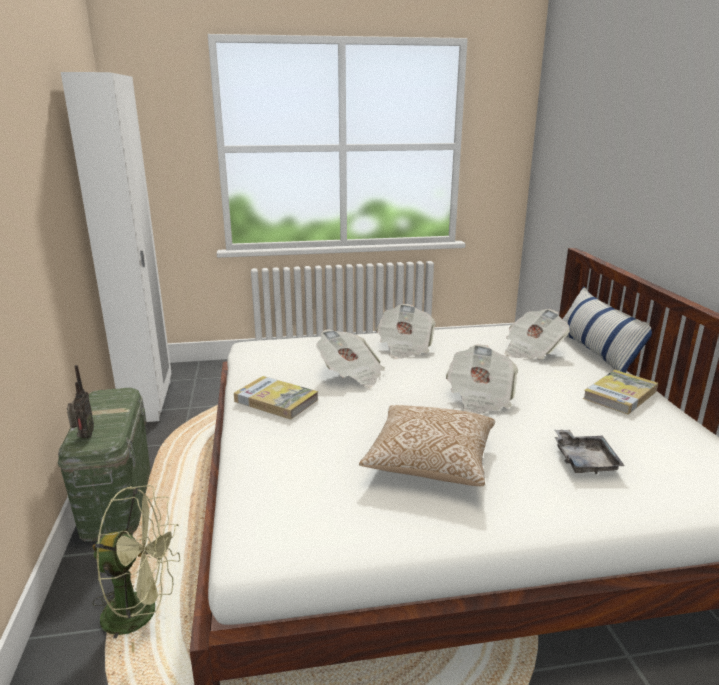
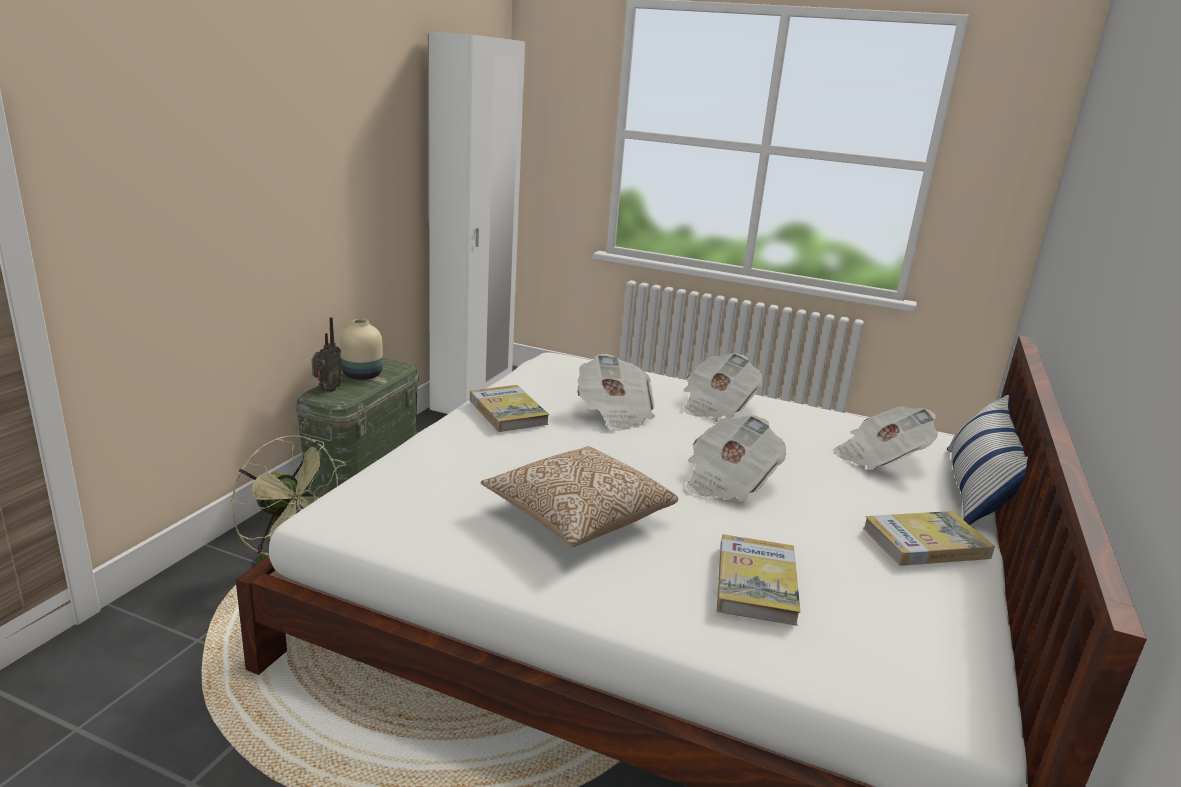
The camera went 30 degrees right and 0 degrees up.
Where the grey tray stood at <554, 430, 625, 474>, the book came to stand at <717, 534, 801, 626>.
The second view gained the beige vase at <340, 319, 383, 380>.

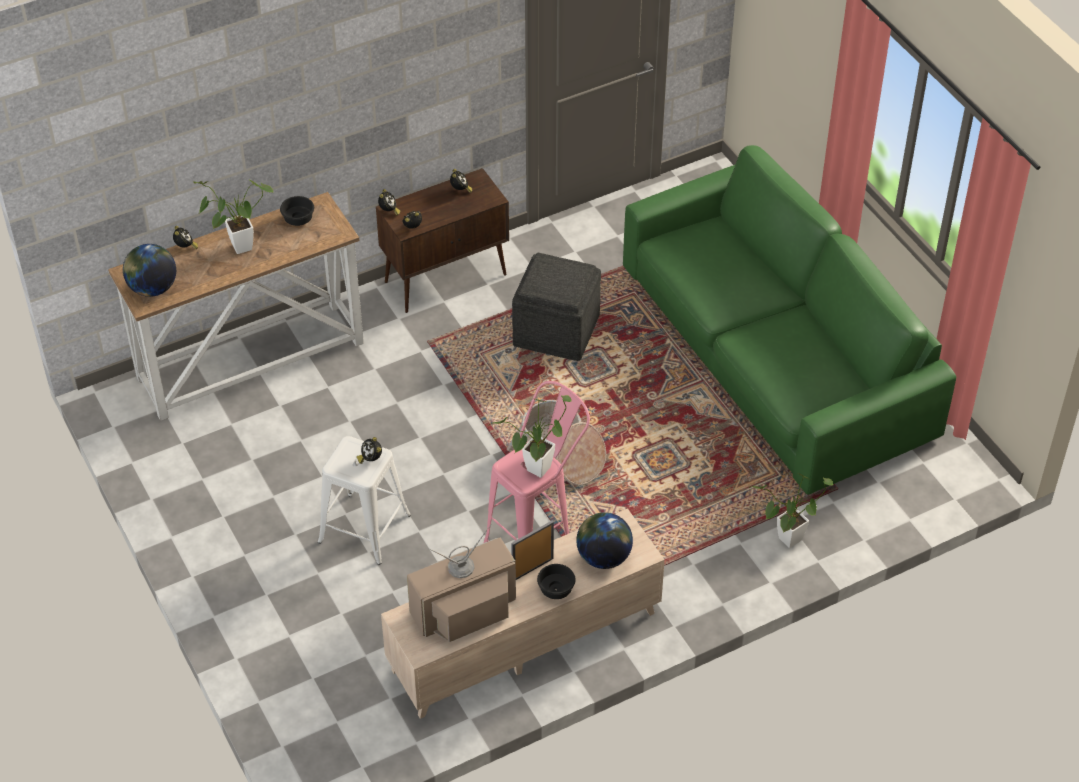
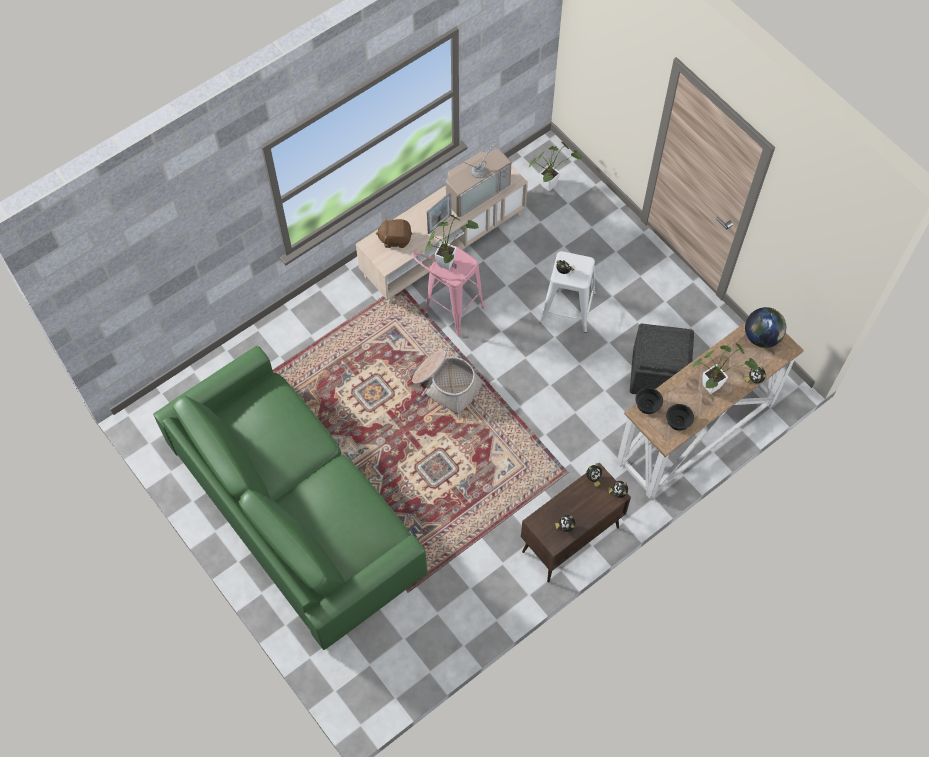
The camera went 170 degrees right and 15 degrees up.
The grey ottoman ended up elsewhere, having gone from <512, 253, 601, 361> to <630, 324, 694, 394>.
The black bowl ended up elsewhere, having gone from <537, 564, 576, 599> to <635, 388, 663, 414>.
Where the globe stood at <576, 512, 633, 569>, the brown plush toy came to stand at <376, 217, 412, 248>.
The potted plant ended up elsewhere, having gone from <749, 473, 834, 548> to <529, 142, 583, 191>.

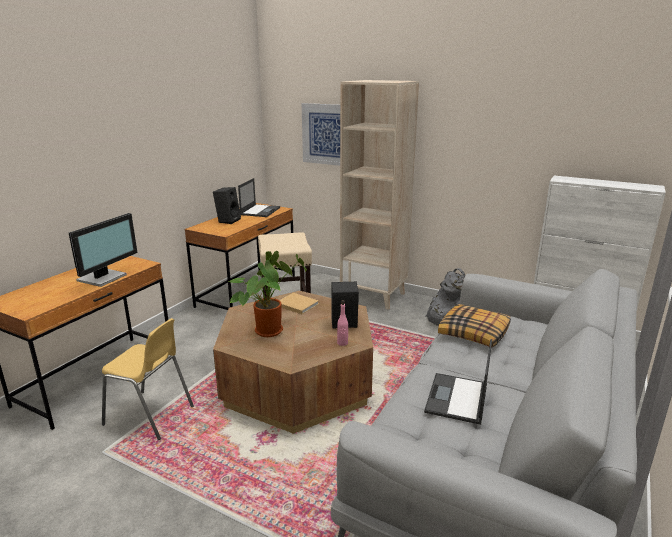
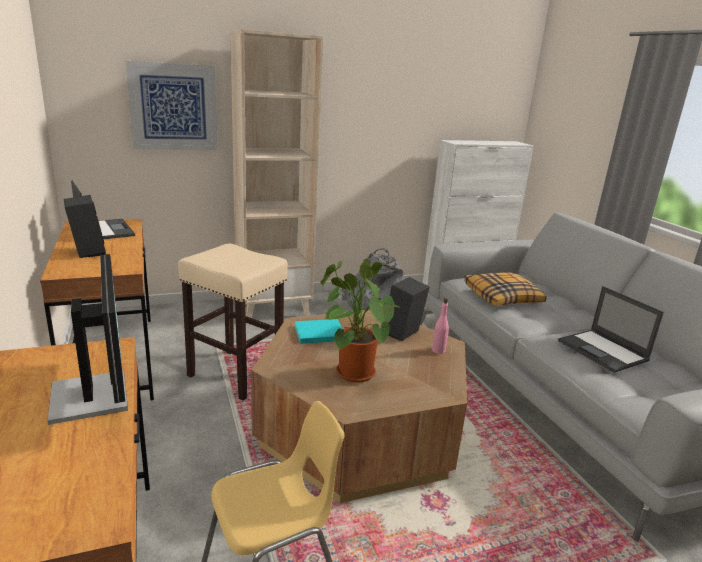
The camera went 50 degrees left and 0 degrees up.
What was the beige book at <280, 293, 319, 314> turned into the turquoise book at <295, 319, 342, 344>.

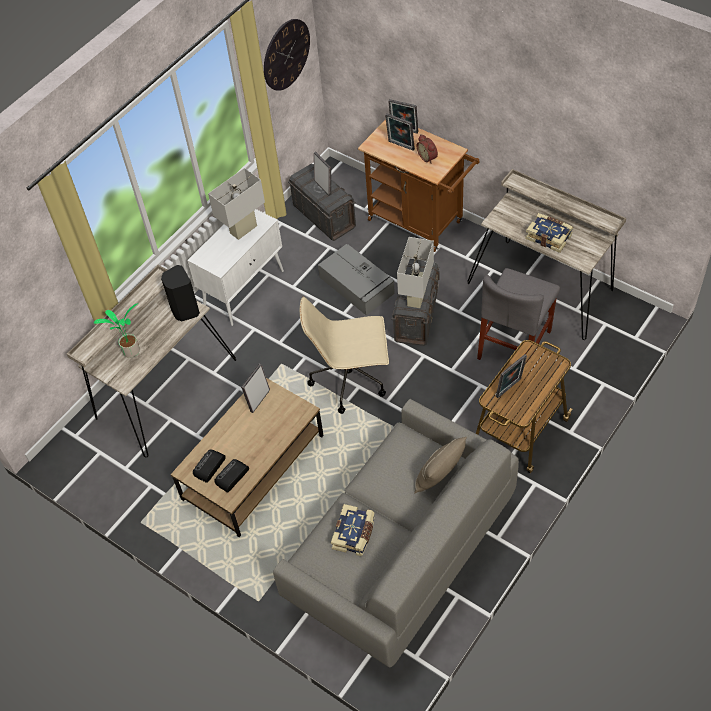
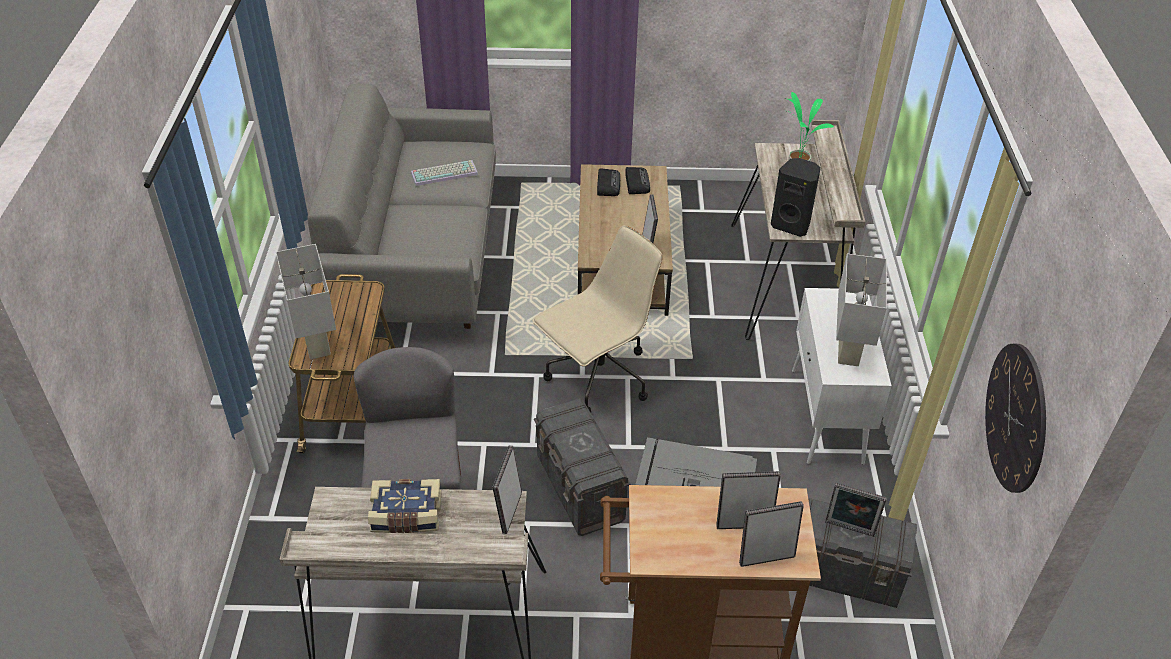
The camera went 140 degrees right and 10 degrees down.
Where the book stood at <331, 504, 375, 556>, the keyboard came to stand at <411, 160, 478, 186>.
The white table lamp ended up elsewhere, having gone from <397, 237, 434, 308> to <276, 244, 336, 359>.
The second view lost the beige pillow at <414, 437, 467, 494>.
The second view lost the alarm clock at <417, 134, 438, 164>.
The picture frame ended up elsewhere, having gone from <496, 354, 527, 398> to <492, 445, 522, 534>.

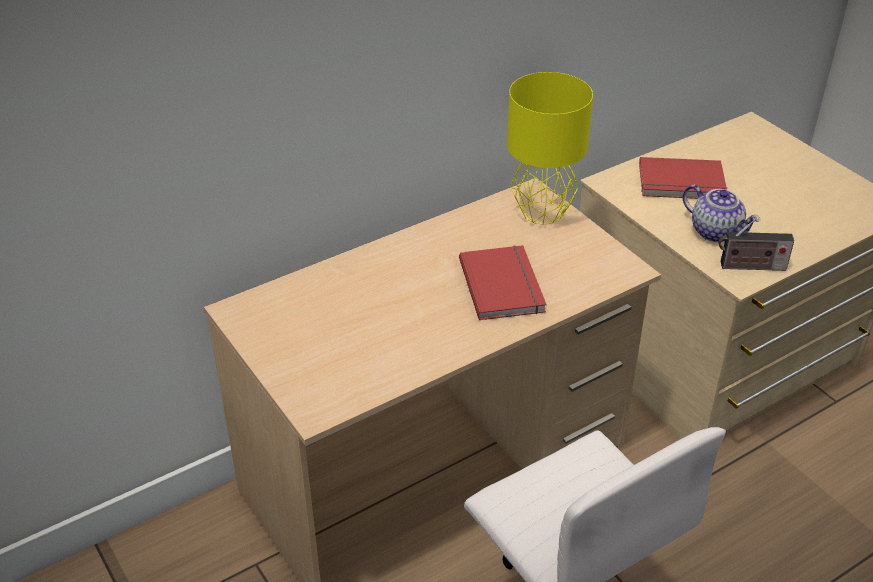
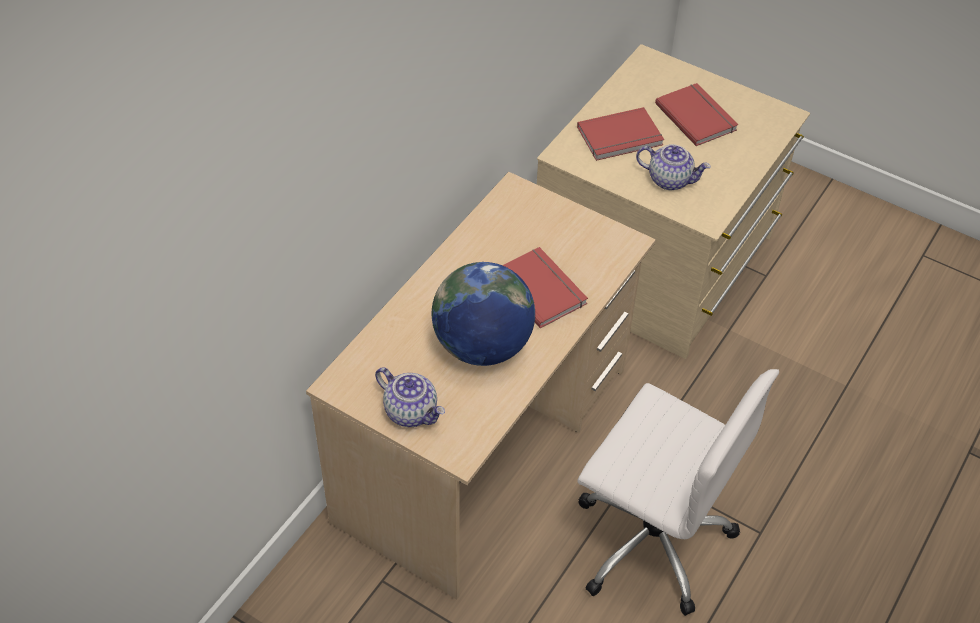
The camera went 25 degrees left and 10 degrees up.
The second view lost the yellow table lamp at <507, 72, 593, 225>.
The second view lost the radio at <719, 219, 794, 271>.
The second view gained the teapot at <375, 367, 445, 427>.
The second view gained the globe at <432, 262, 535, 366>.
The second view gained the red book at <655, 83, 738, 146>.

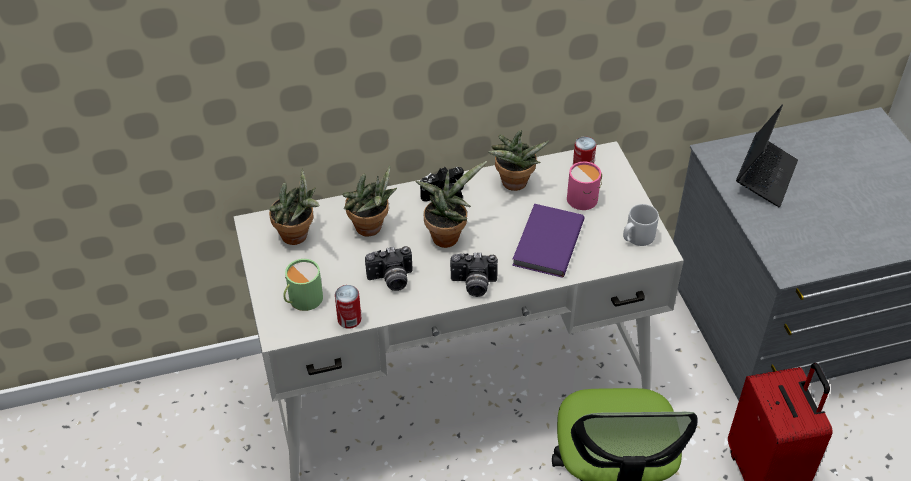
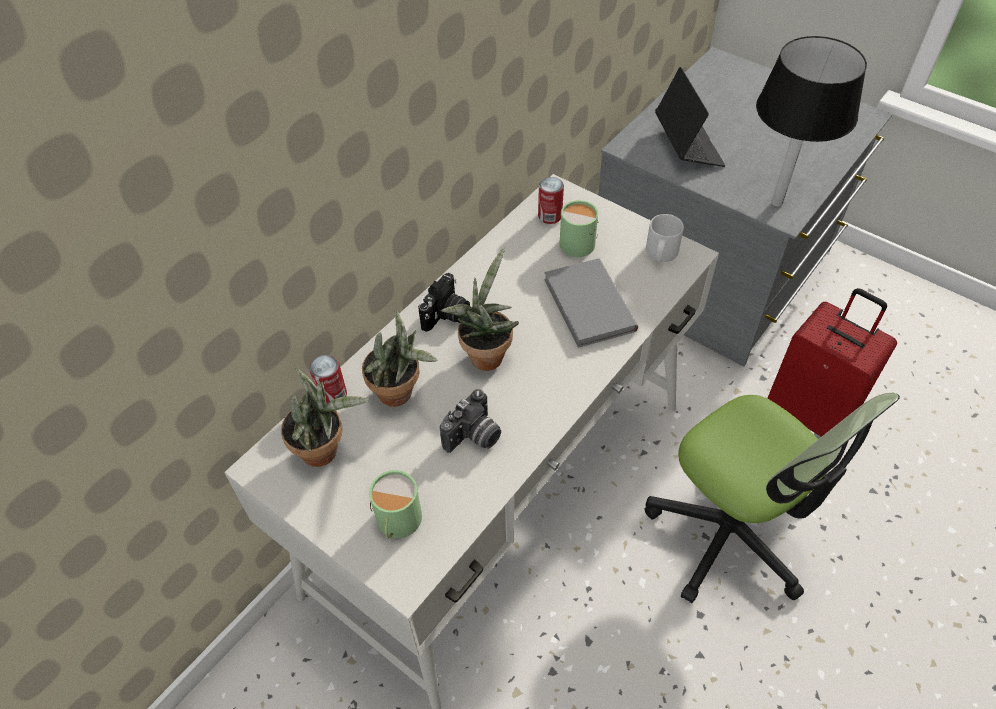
The camera went 35 degrees left and 5 degrees up.
The can ended up elsewhere, having gone from <335, 285, 361, 329> to <309, 355, 347, 404>.
The second view lost the photo camera at <450, 253, 498, 297>.
The second view lost the potted plant at <488, 130, 549, 191>.
What was the purple book at <512, 204, 584, 277> turned into the grey book at <544, 258, 638, 348>.
What was the pink mug at <567, 162, 602, 210> turned into the green mug at <560, 200, 598, 257>.
The second view gained the black table lamp at <756, 36, 867, 207>.

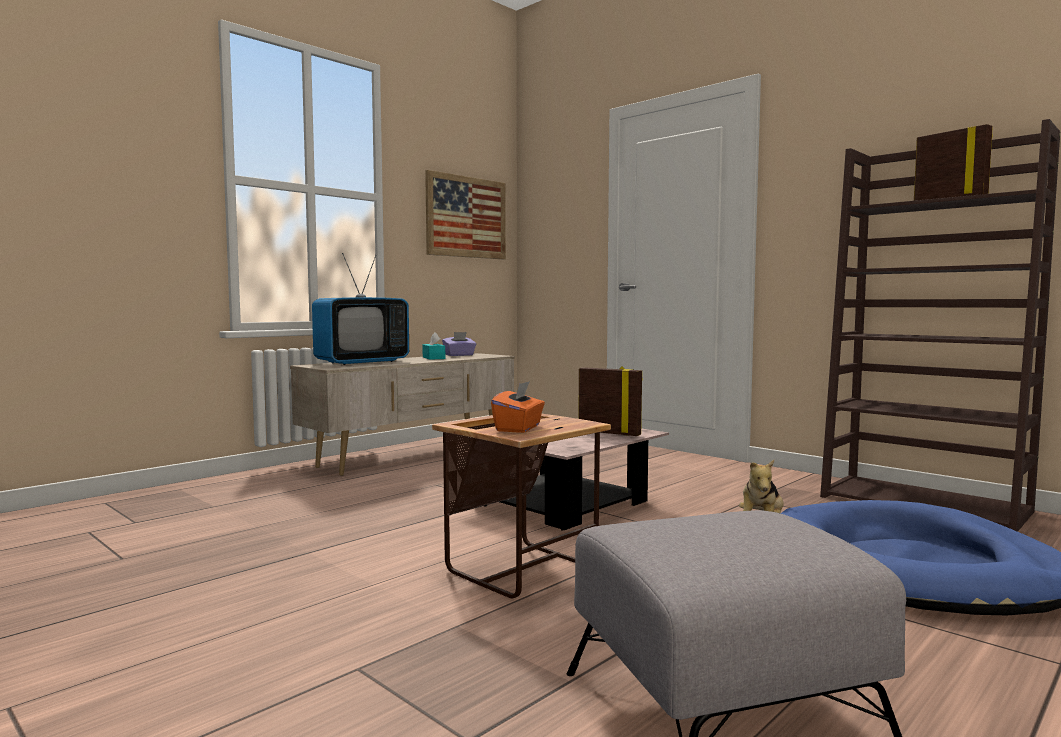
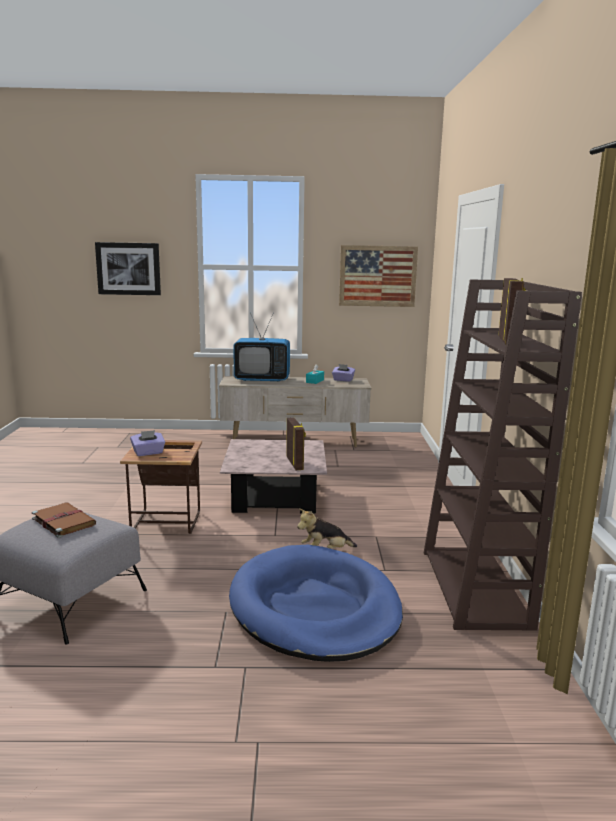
The camera went 45 degrees right and 10 degrees up.
What was the orange tissue box at <491, 381, 545, 433> turned into the purple tissue box at <130, 430, 165, 456>.
The second view gained the brown book at <32, 503, 96, 538>.
The second view gained the picture at <95, 242, 161, 295>.

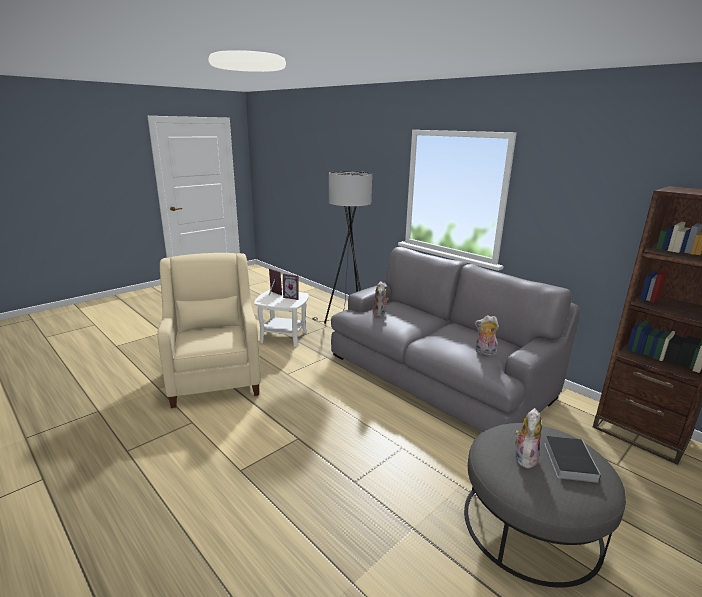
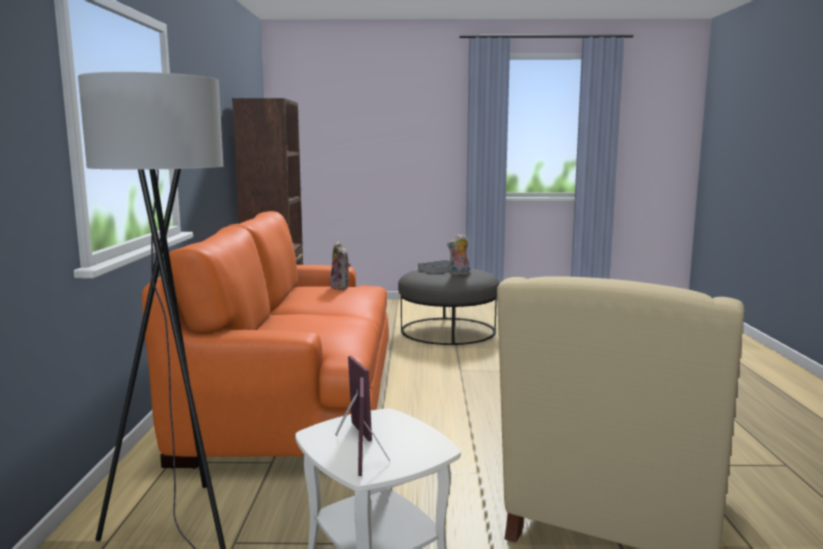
The camera went 135 degrees left and 10 degrees down.
What was the grey sofa at <331, 247, 580, 432> turned into the orange sofa at <142, 211, 389, 469>.
The second view lost the plush toy at <373, 281, 389, 317>.

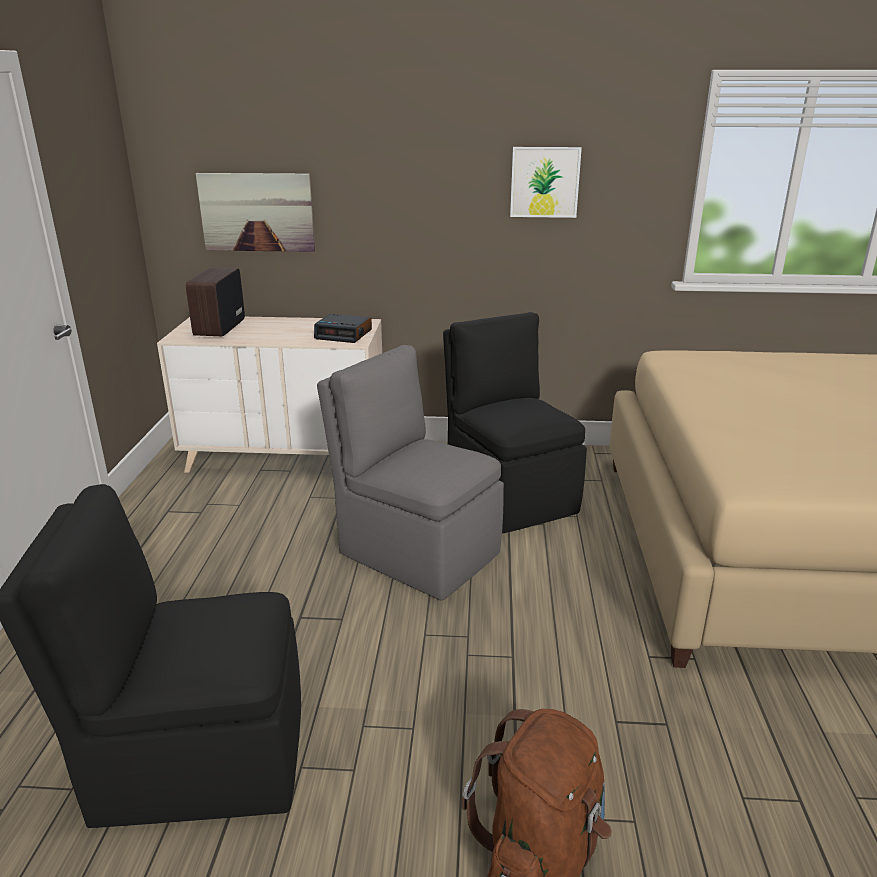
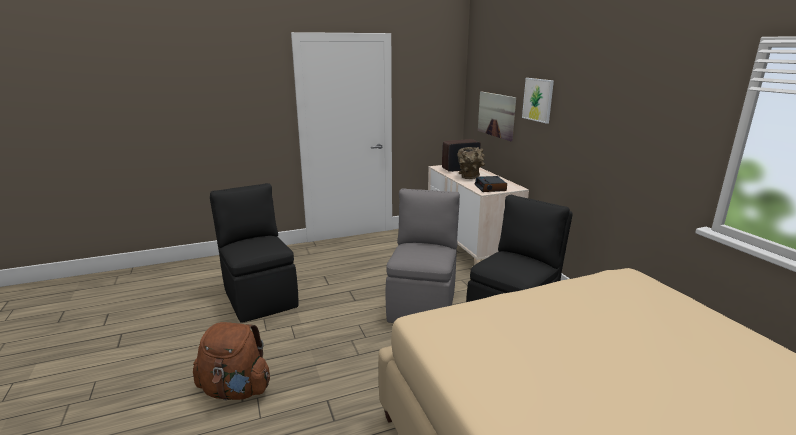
The camera went 65 degrees right and 5 degrees down.
The picture ended up elsewhere, having gone from <510, 147, 582, 218> to <522, 78, 554, 124>.
The second view gained the brown vase at <457, 147, 485, 179>.

